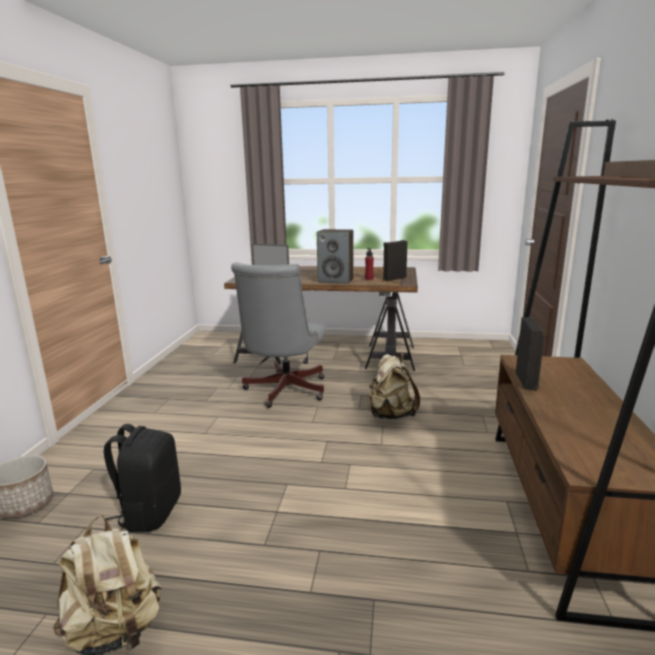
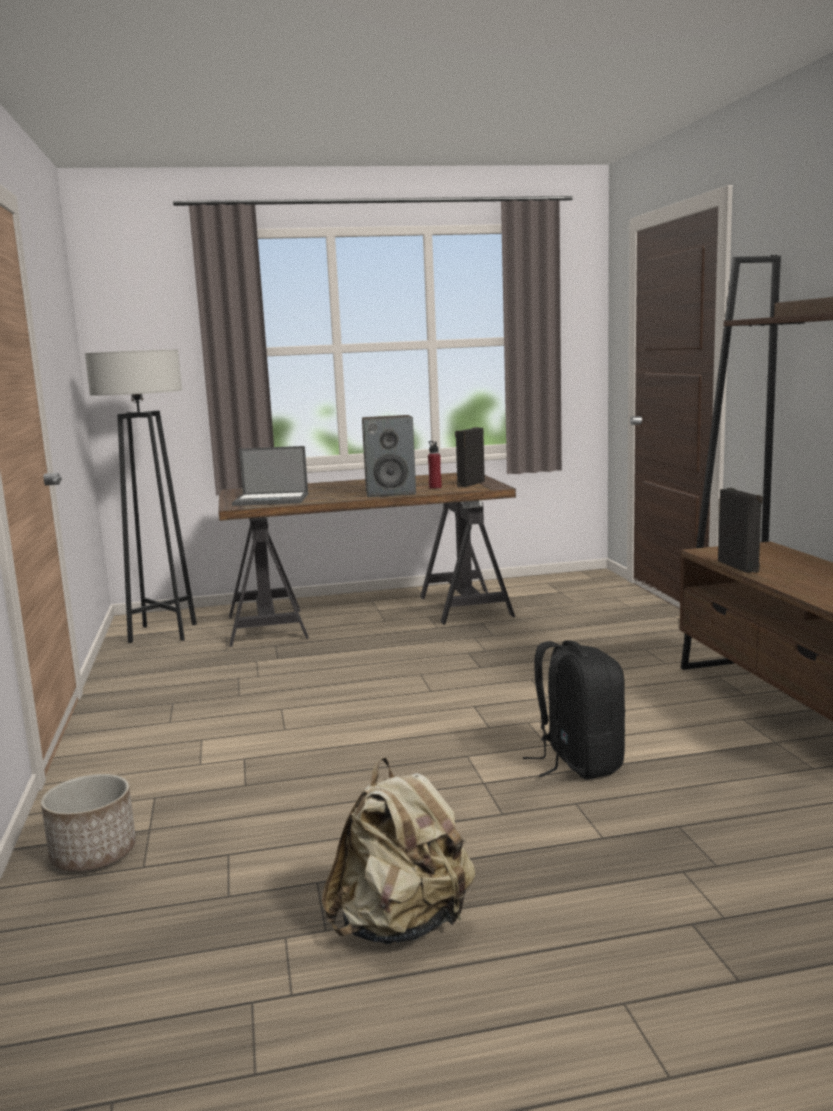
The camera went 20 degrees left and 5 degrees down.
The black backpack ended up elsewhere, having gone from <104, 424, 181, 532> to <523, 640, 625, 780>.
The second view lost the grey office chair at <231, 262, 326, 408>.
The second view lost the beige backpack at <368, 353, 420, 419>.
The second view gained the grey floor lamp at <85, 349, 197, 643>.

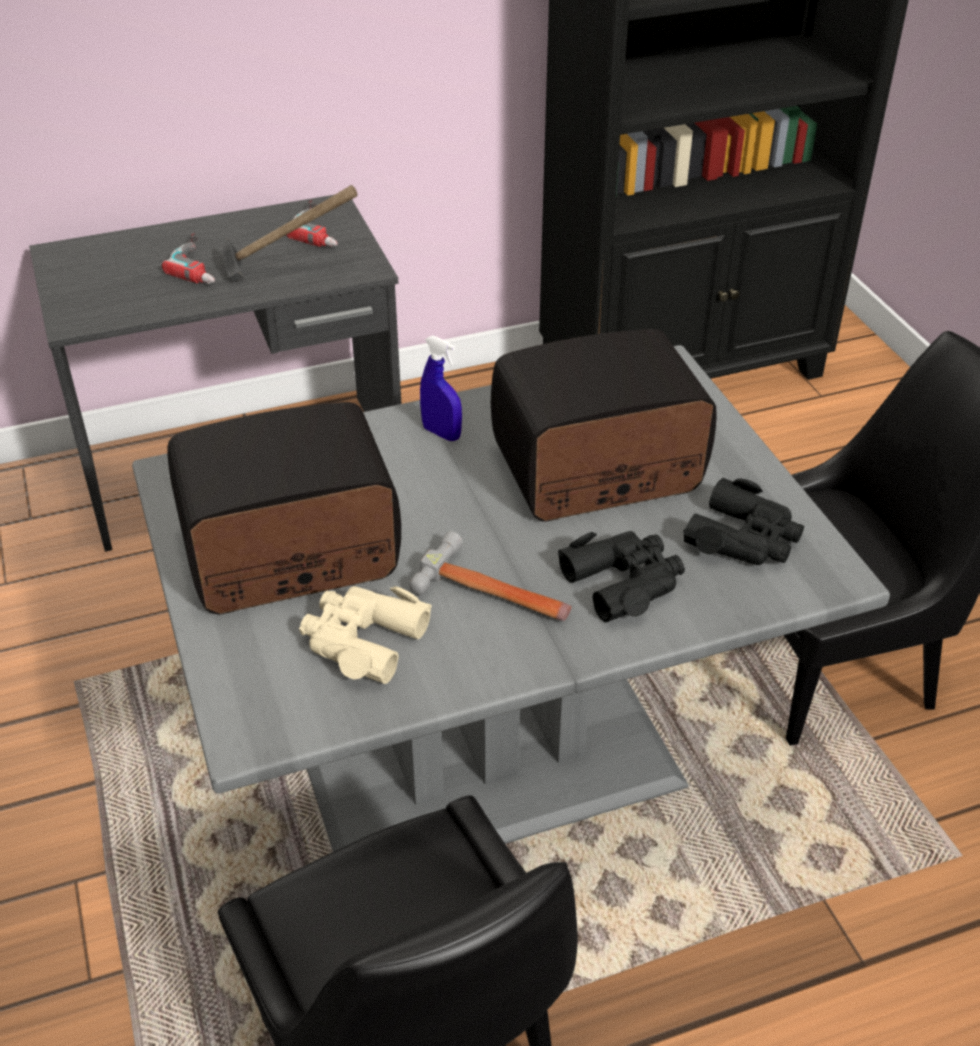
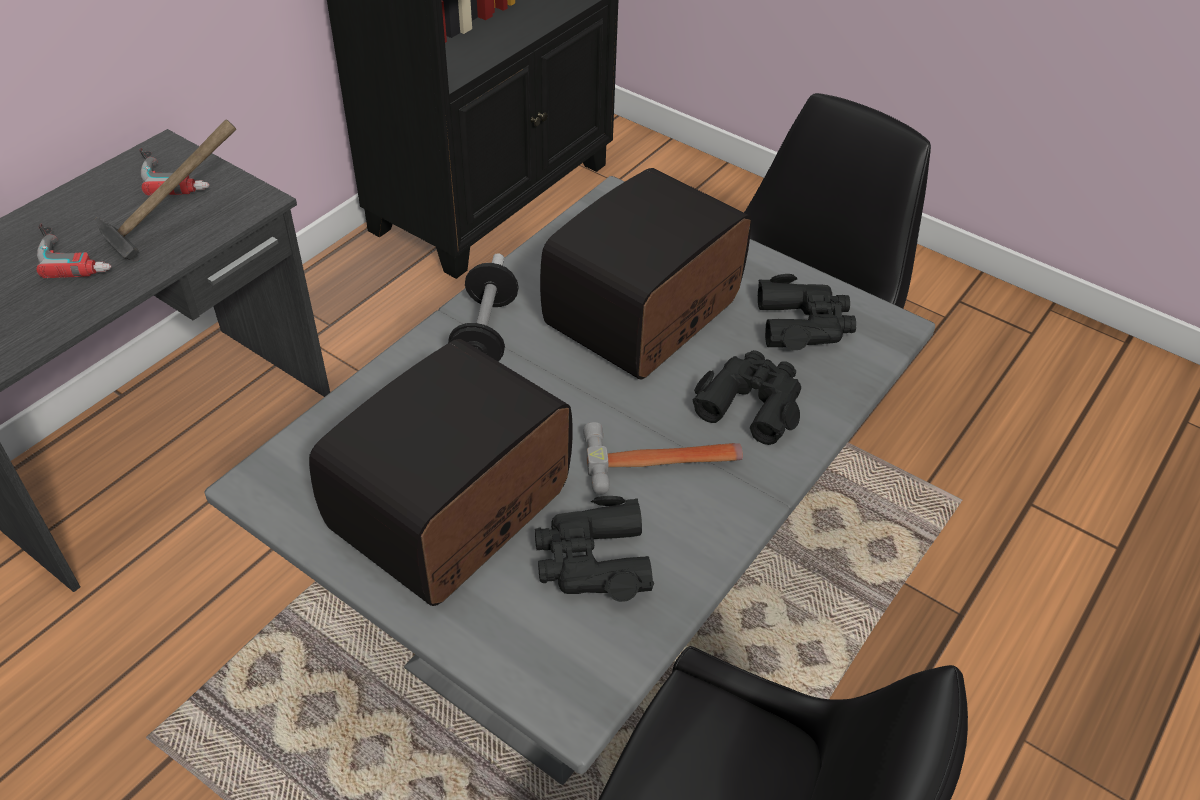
The camera went 35 degrees left and 5 degrees up.
What was the beige binoculars at <299, 586, 432, 684> turned into the black binoculars at <535, 496, 654, 602>.
Where the blue spray bottle stood at <420, 335, 462, 441>, the dumbbell came to stand at <448, 253, 519, 361>.

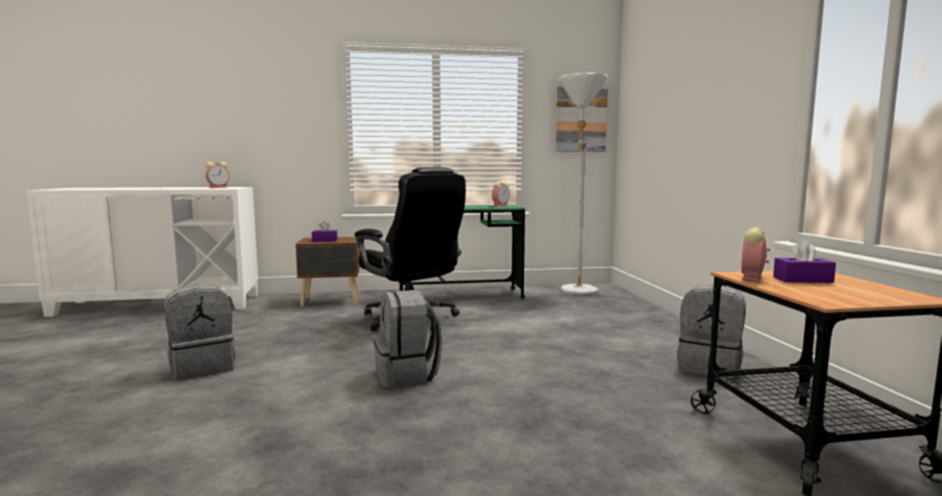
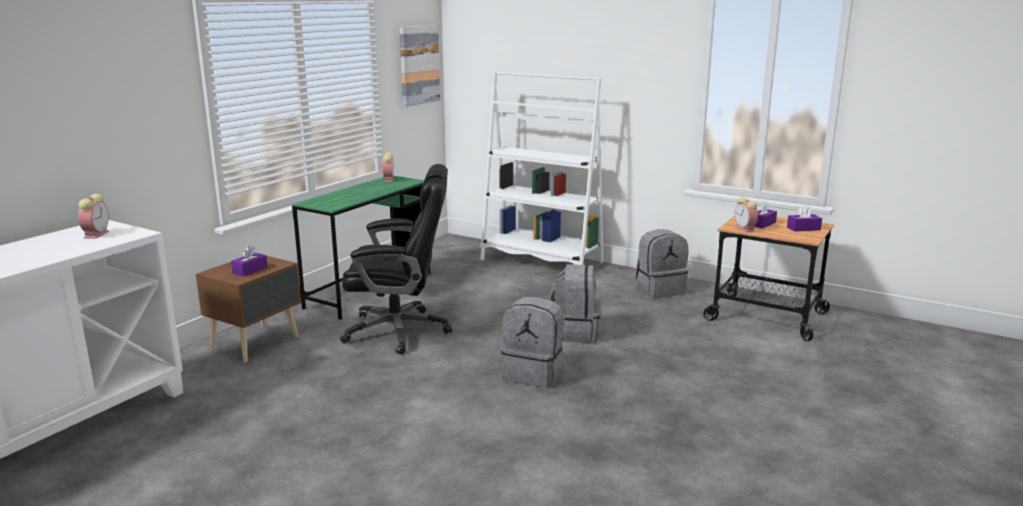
The camera went 50 degrees left and 10 degrees up.
The grey backpack ended up elsewhere, having gone from <164, 285, 235, 380> to <549, 264, 601, 343>.
The second view lost the white floor lamp at <559, 73, 608, 295>.
The second view gained the white bookcase at <480, 71, 604, 265>.
The second view gained the purple tissue box at <787, 205, 822, 232>.

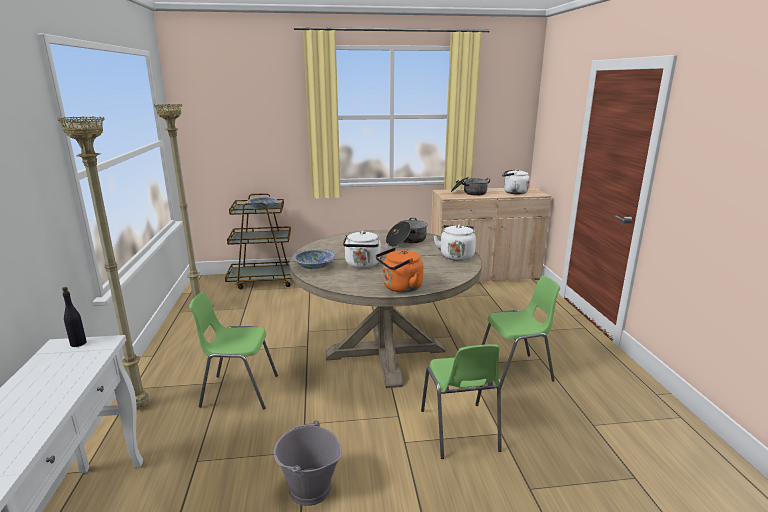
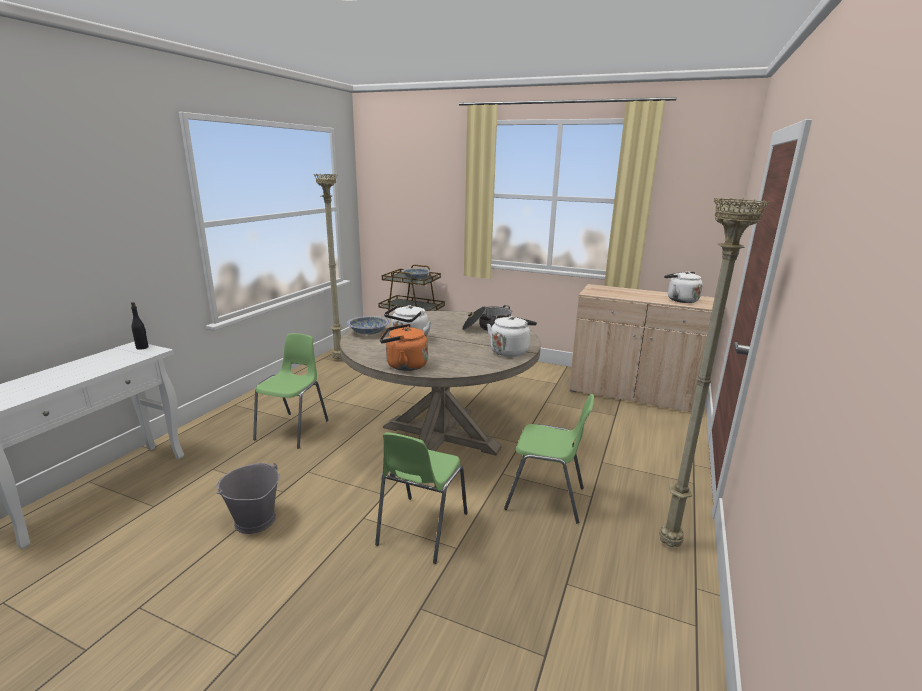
The camera went 30 degrees right and 0 degrees up.
The beige floor lamp ended up elsewhere, having gone from <57, 116, 149, 409> to <659, 198, 770, 547>.
The green chair at <189, 292, 278, 410> ended up facing another way, 75 degrees clockwise from before.
The second view lost the cooking pot at <451, 177, 490, 196>.

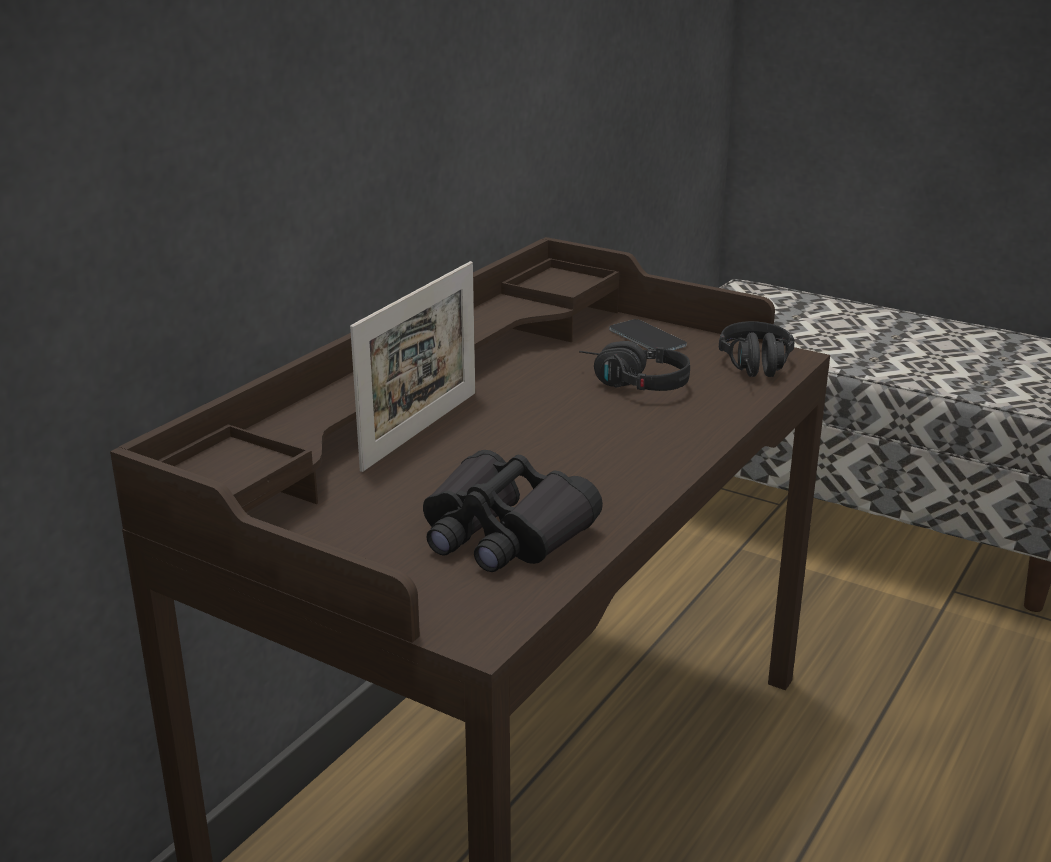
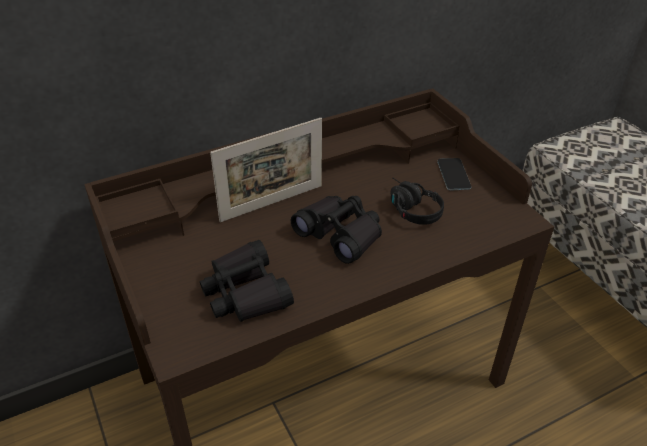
The camera went 30 degrees right and 15 degrees up.
The second view lost the black headphones at <719, 321, 795, 377>.
The second view gained the black binoculars at <291, 196, 382, 264>.

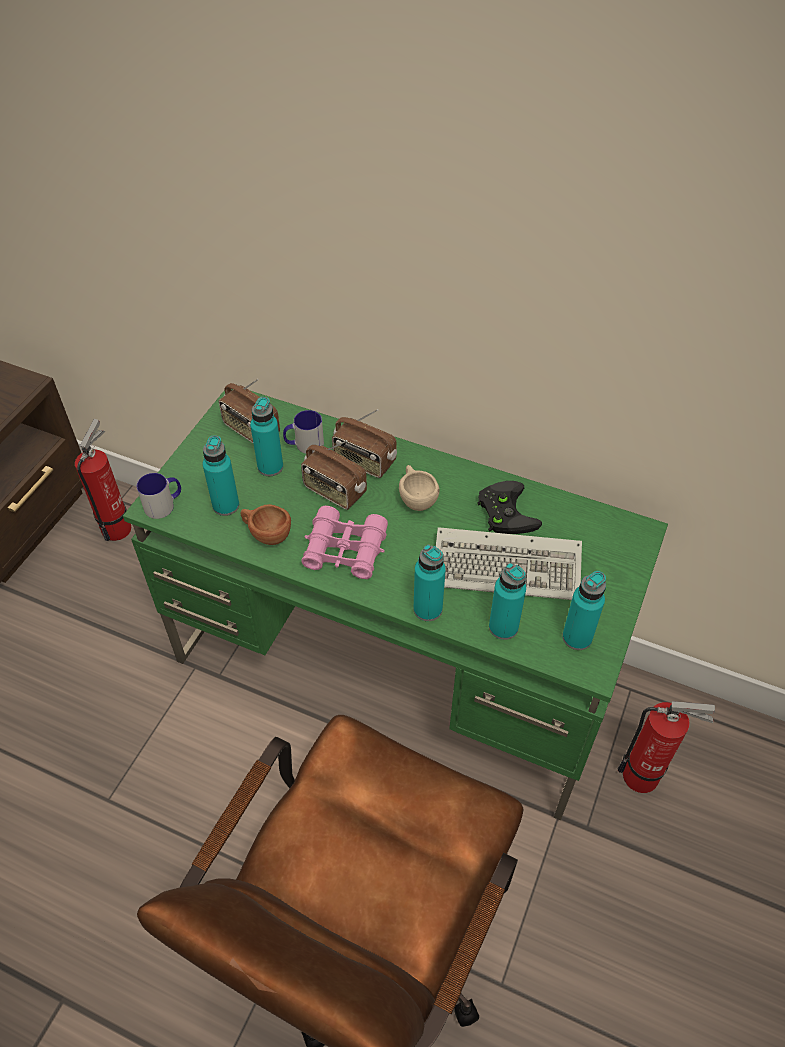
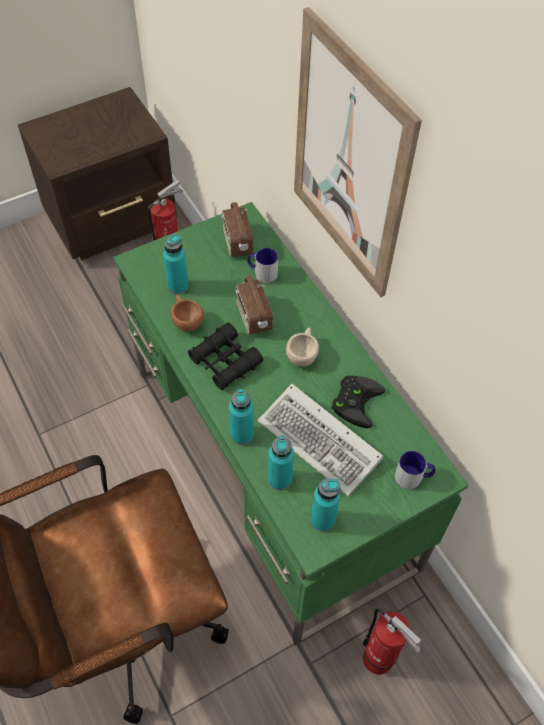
The camera went 35 degrees right and 5 degrees up.
The mug ended up elsewhere, having gone from <137, 473, 181, 519> to <395, 451, 435, 489>.
The second view lost the turquoise bottle at <250, 397, 283, 476>.
What was the pink binoculars at <301, 506, 388, 579> turned into the black binoculars at <188, 322, 263, 390>.
The second view lost the radio at <332, 409, 397, 478>.
The second view gained the picture at <294, 7, 422, 297>.

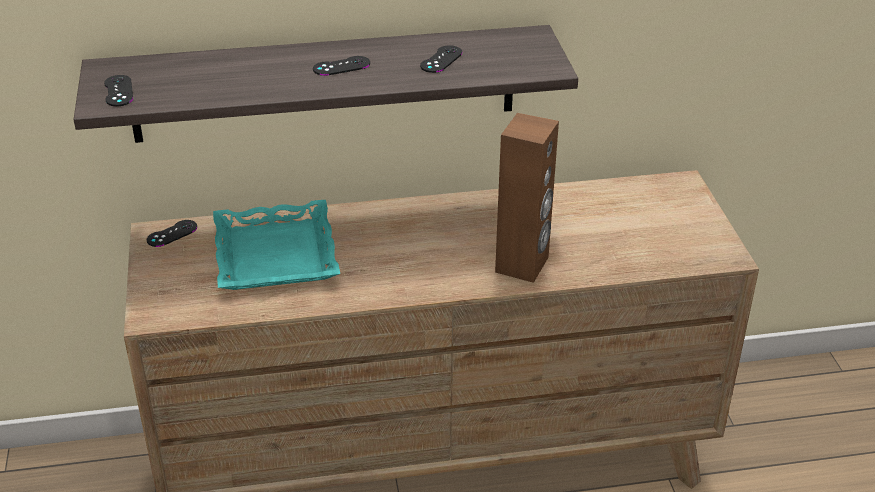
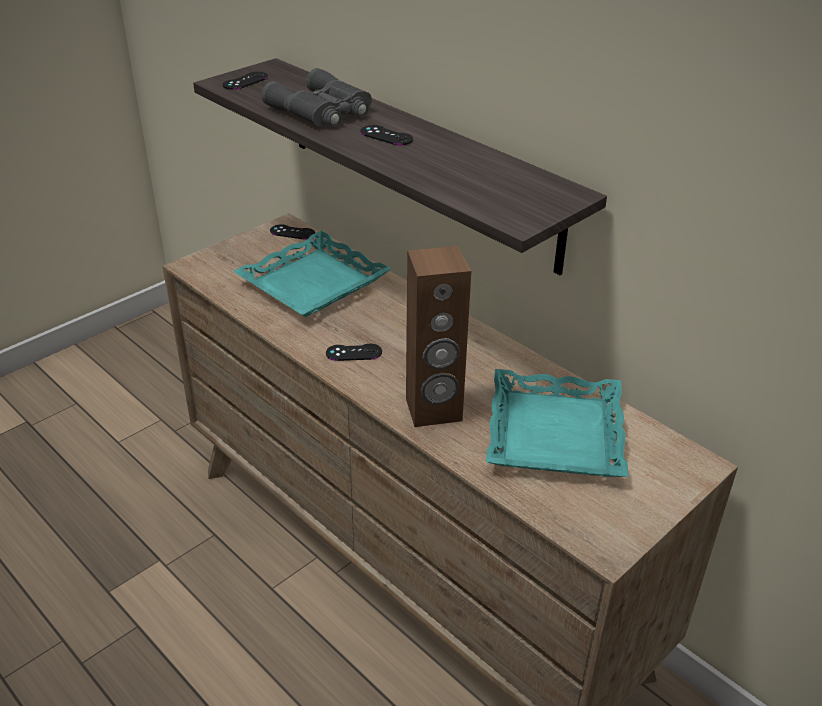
The camera went 55 degrees right and 0 degrees up.
The black game controller ended up elsewhere, having gone from <420, 45, 462, 73> to <326, 344, 382, 361>.
The second view gained the grey binoculars at <262, 68, 372, 127>.
The second view gained the turquoise tray at <486, 369, 629, 477>.

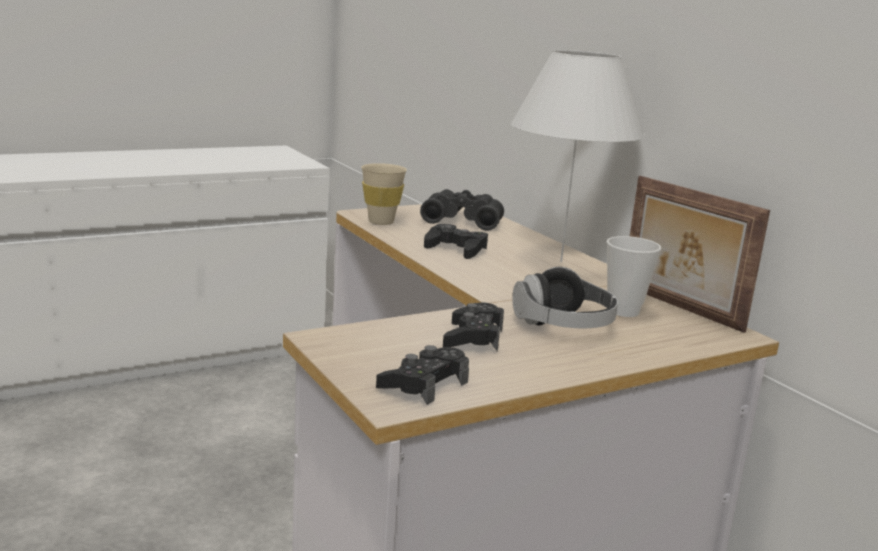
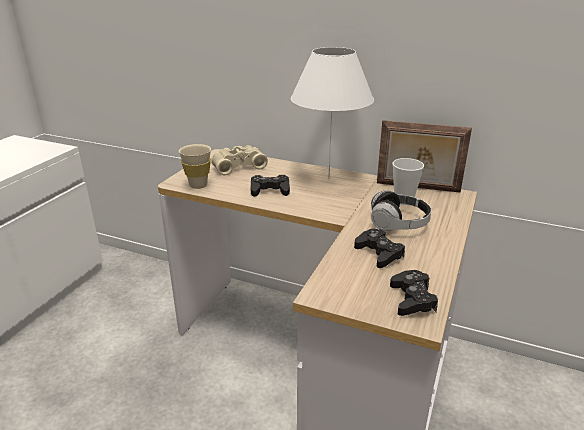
The camera went 35 degrees left and 10 degrees up.
What was the black binoculars at <420, 189, 504, 231> turned into the beige binoculars at <211, 145, 268, 175>.

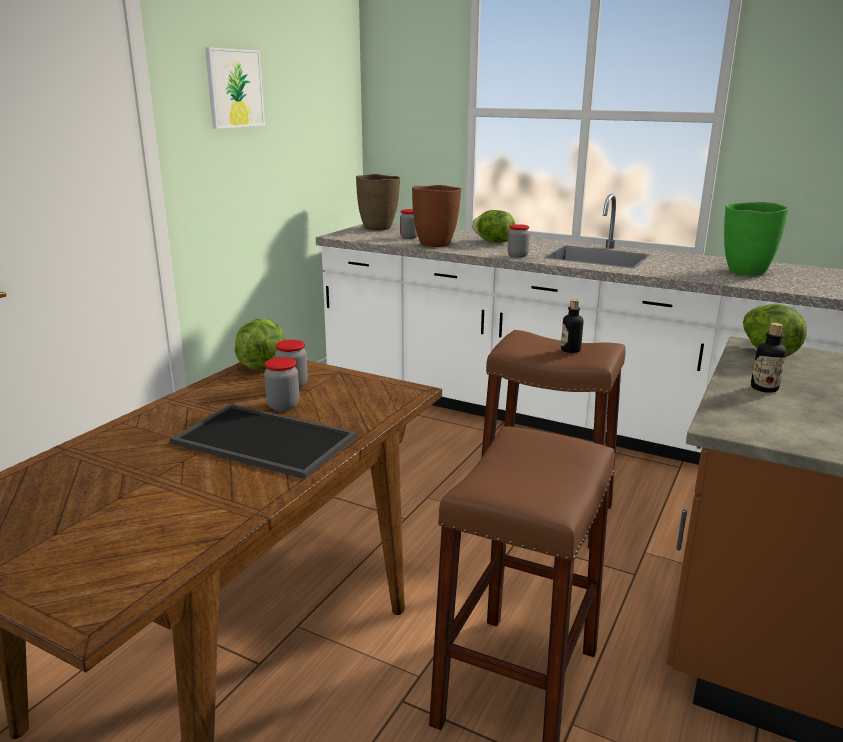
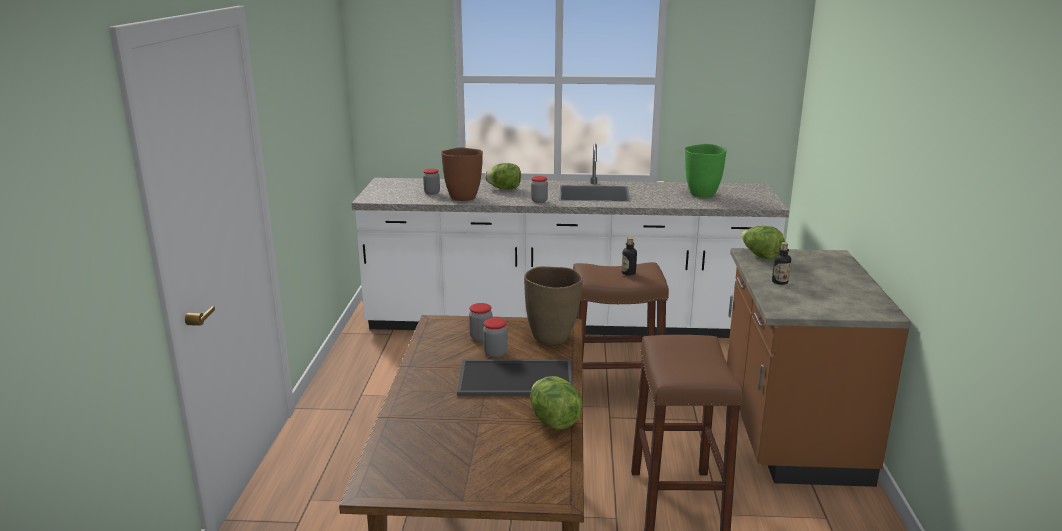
The camera went 25 degrees left and 0 degrees up.
The second view lost the picture at <205, 47, 265, 129>.
The lettuce ended up elsewhere, having gone from <235, 318, 285, 370> to <530, 376, 583, 430>.
The brown vase ended up elsewhere, having gone from <356, 174, 400, 230> to <524, 266, 583, 345>.

